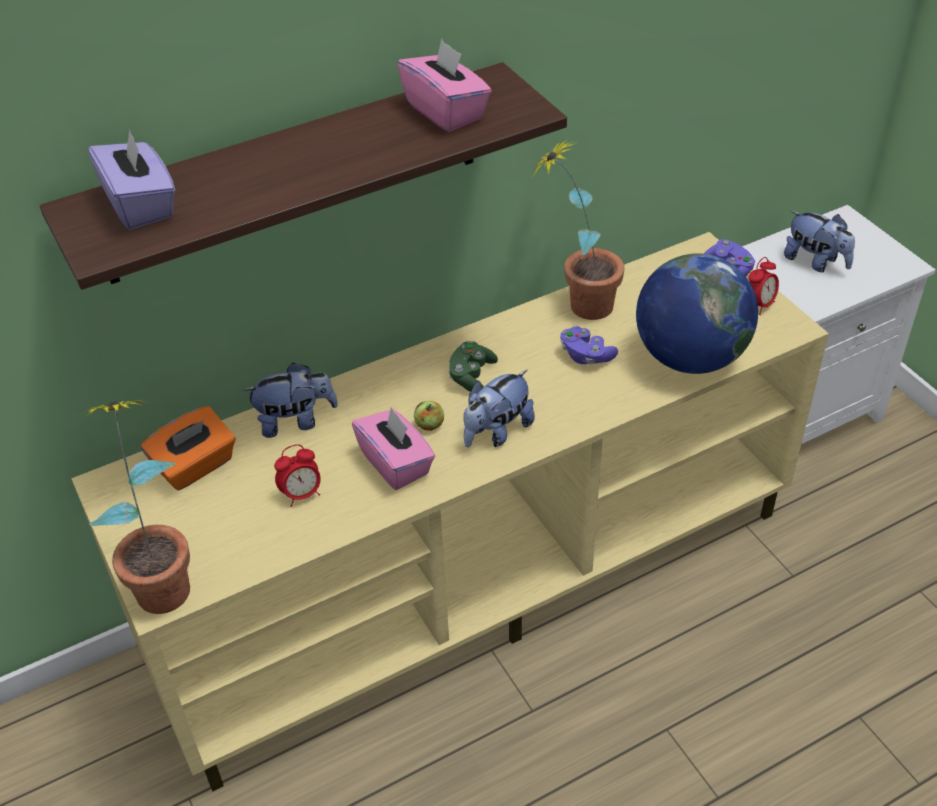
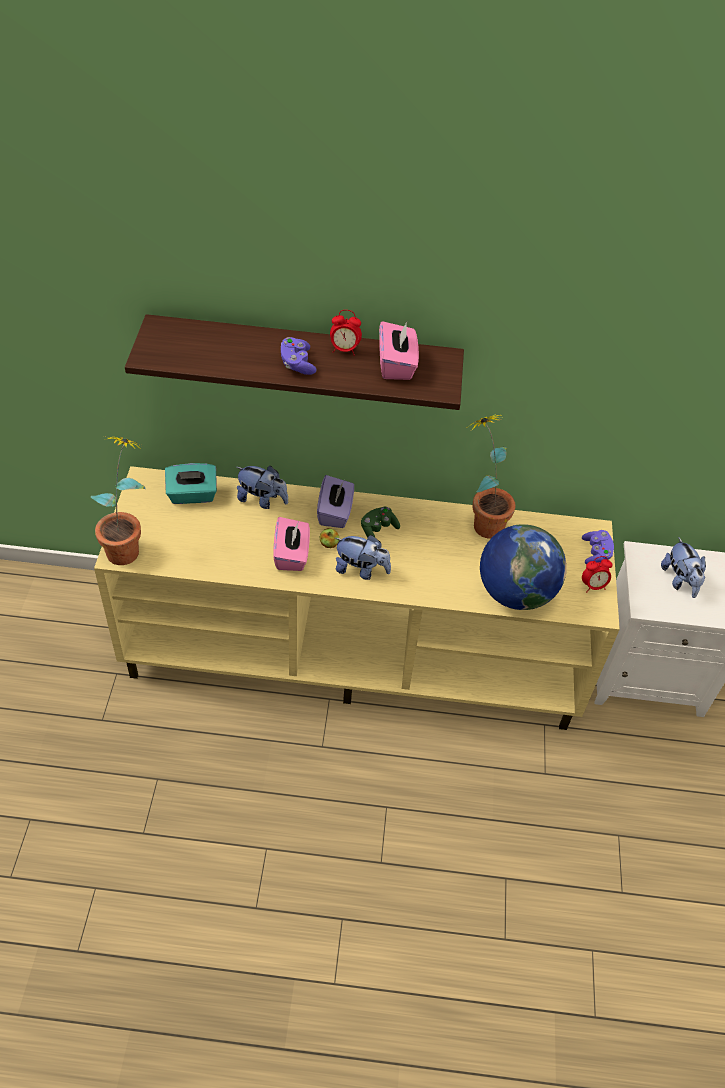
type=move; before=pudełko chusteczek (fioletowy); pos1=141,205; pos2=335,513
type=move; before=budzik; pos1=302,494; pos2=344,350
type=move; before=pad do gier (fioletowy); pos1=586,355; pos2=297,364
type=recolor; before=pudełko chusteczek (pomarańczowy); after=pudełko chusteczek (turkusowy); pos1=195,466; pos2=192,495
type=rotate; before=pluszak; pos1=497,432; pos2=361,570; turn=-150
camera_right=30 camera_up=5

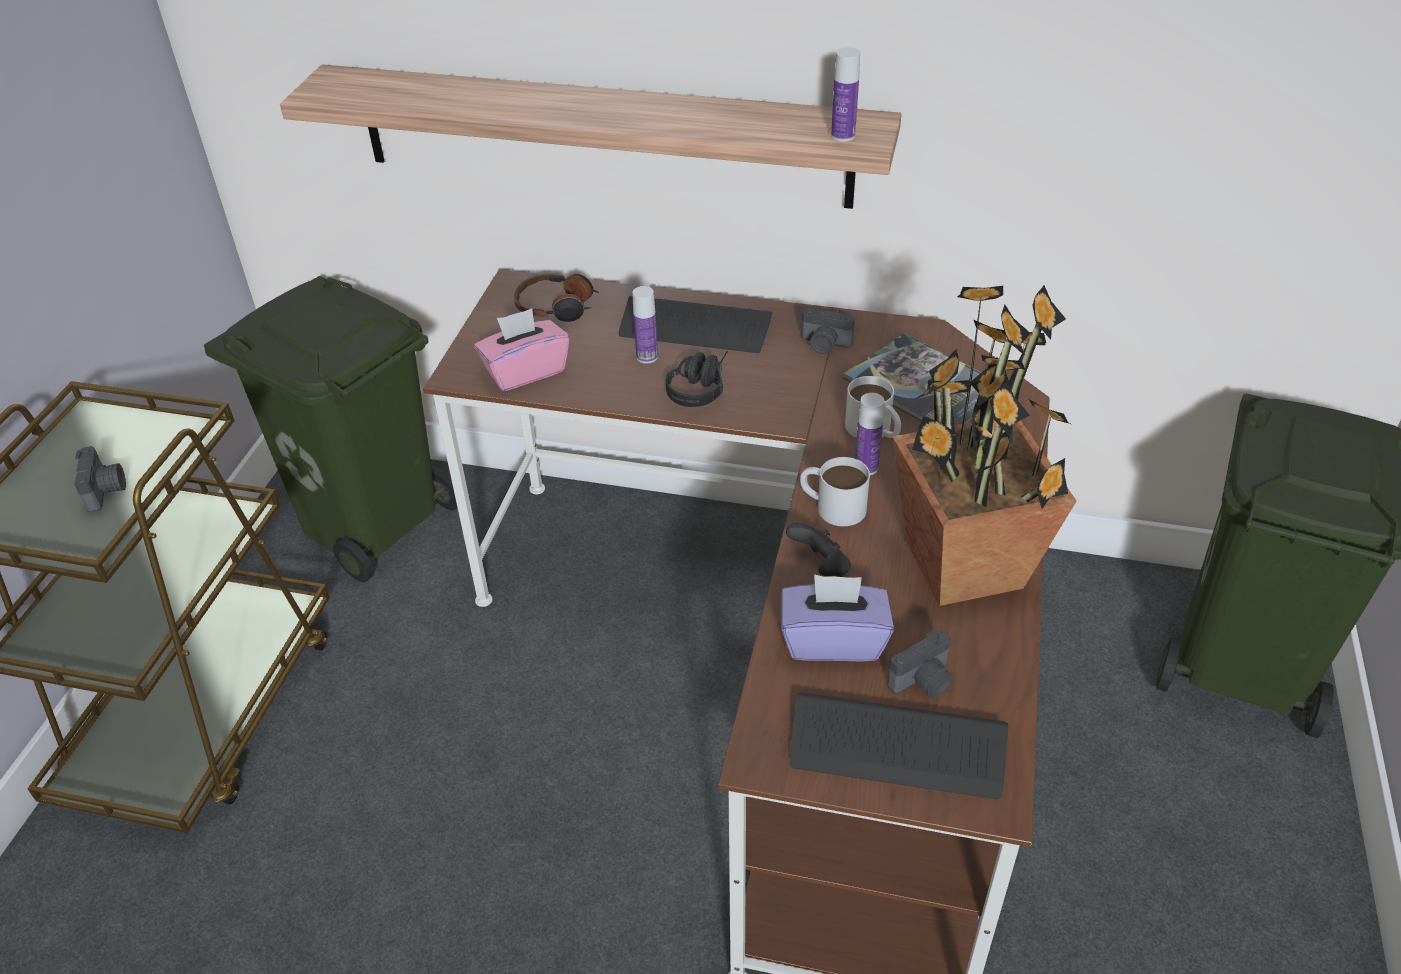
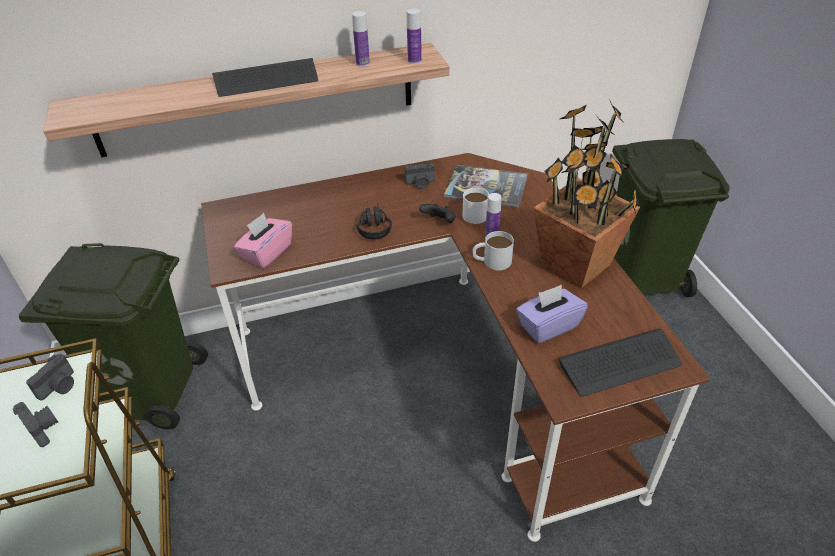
type=delete; before=słuchawki; pos1=557,307
type=move; before=klawiatura; pos1=694,327; pos2=266,80
type=move; before=butelka; pos1=647,357; pos2=363,63
type=move; before=pad do gier (czarny); pos1=820,567; pos2=439,222
type=move; before=aparat fotograficzny; pos1=923,682; pos2=60,387
camera_right=-30 camera_up=0

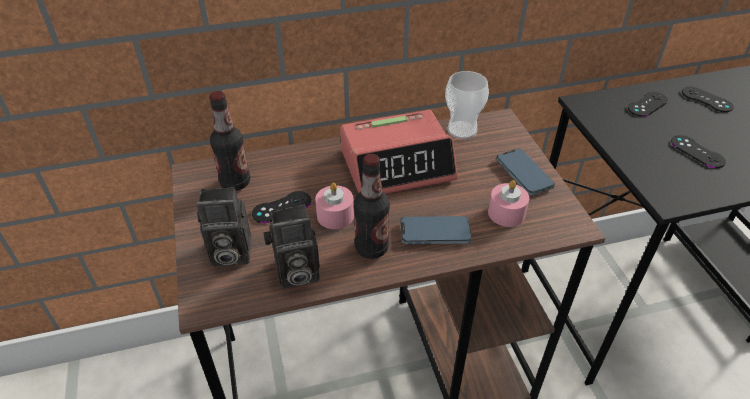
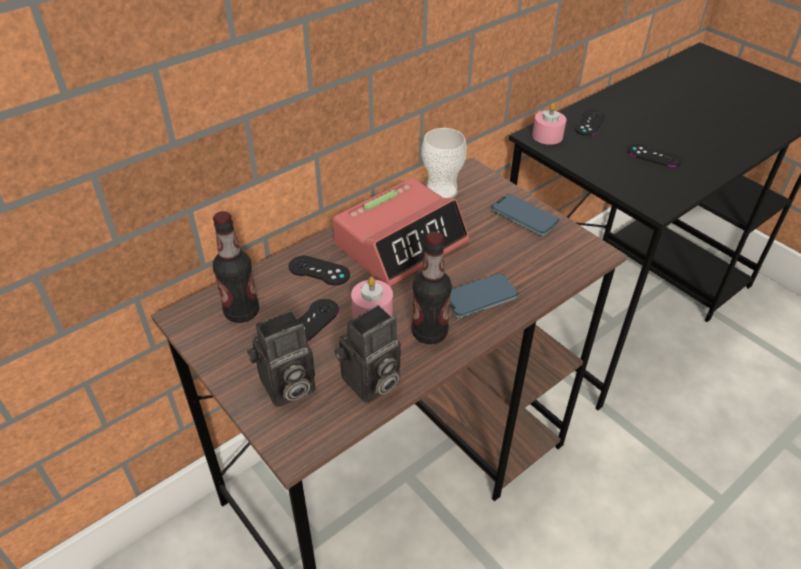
type=move; before=świeca (różowy); pos1=506,213; pos2=547,136
type=move; before=pad do gier (czarny); pos1=706,99; pos2=319,271
camera_right=-25 camera_up=0

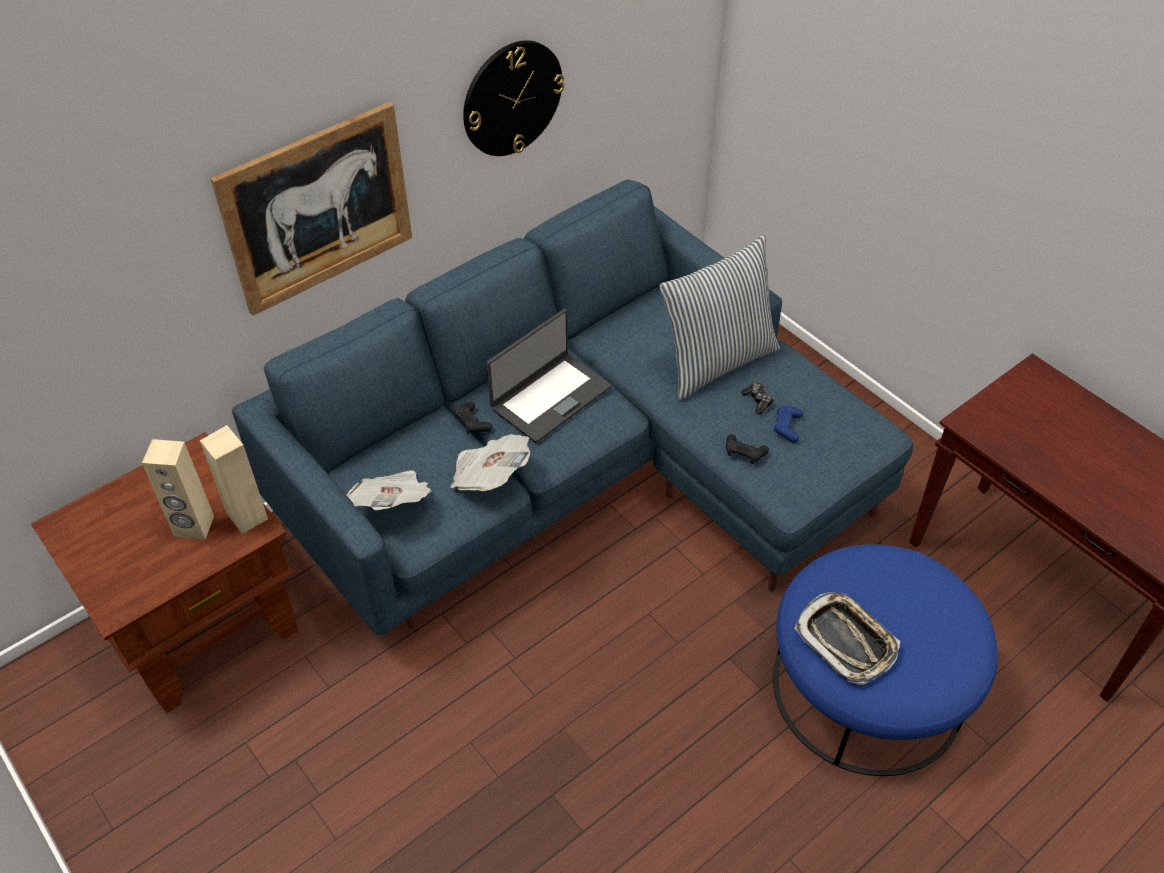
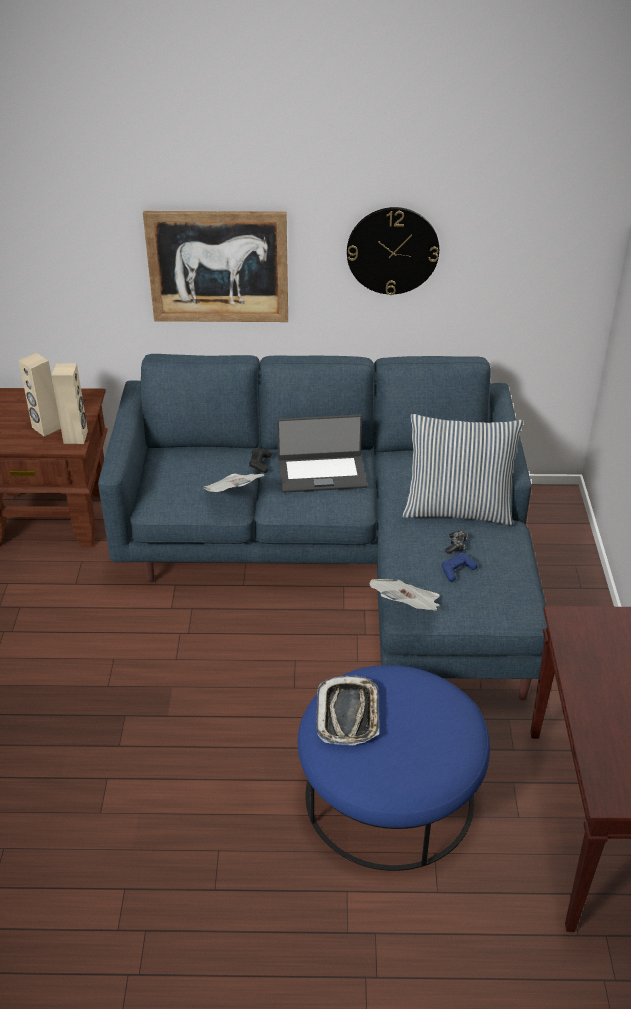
type=delete; before=pad do gier (czarny); pos1=744,453
type=move; before=gazeta; pos1=393,504; pos2=407,608
camera_right=40 camera_up=-10

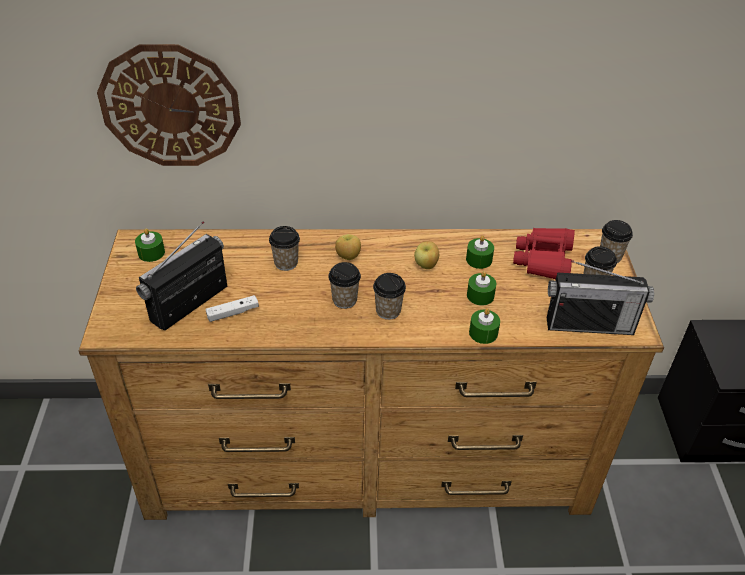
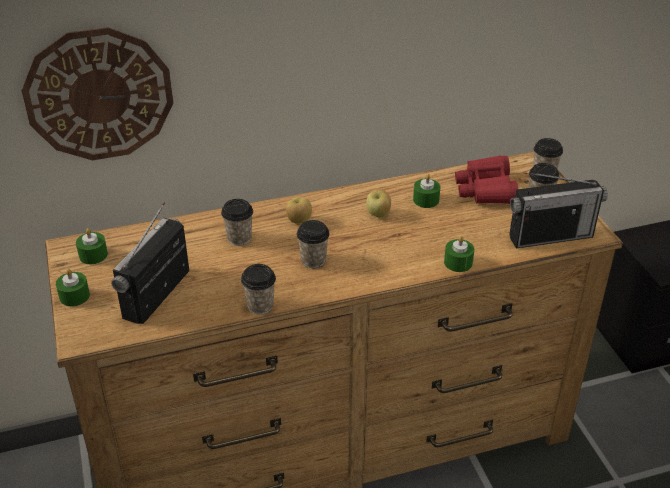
type=delete; before=pad do gier (biały); pos1=233,313
type=move; before=filiżanka; pos1=388,311; pos2=260,306
type=move; before=świeca (zielony); pos1=480,295; pos2=74,296
camera_right=-15 camera_up=-5

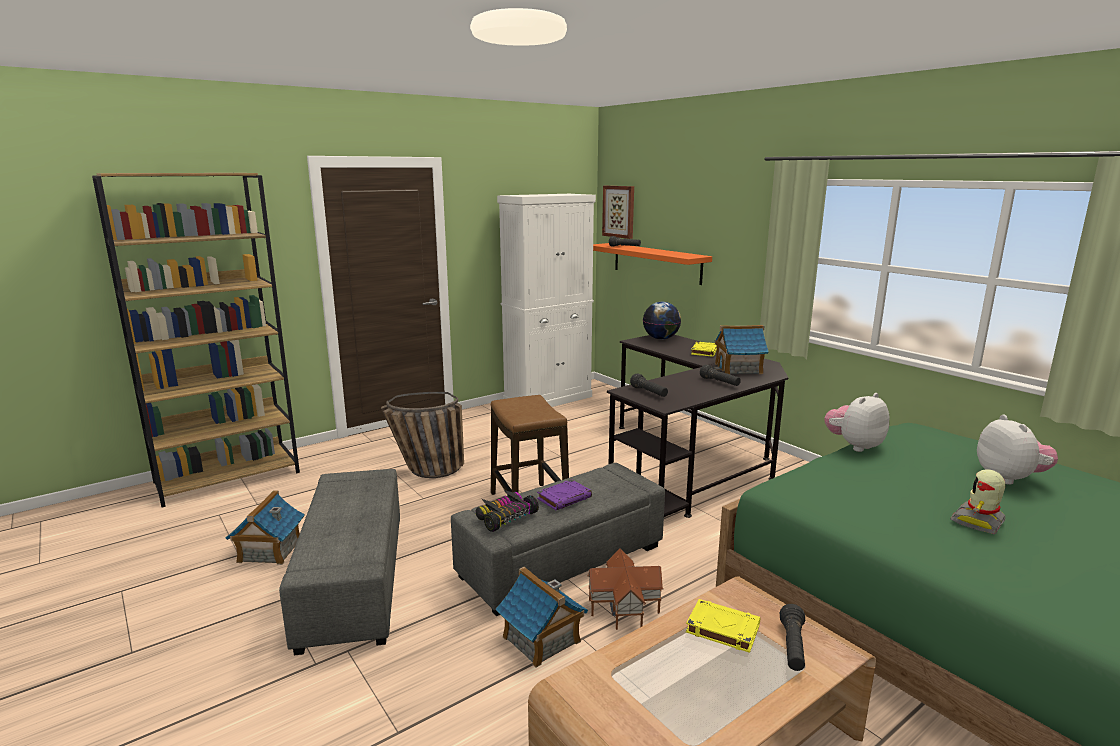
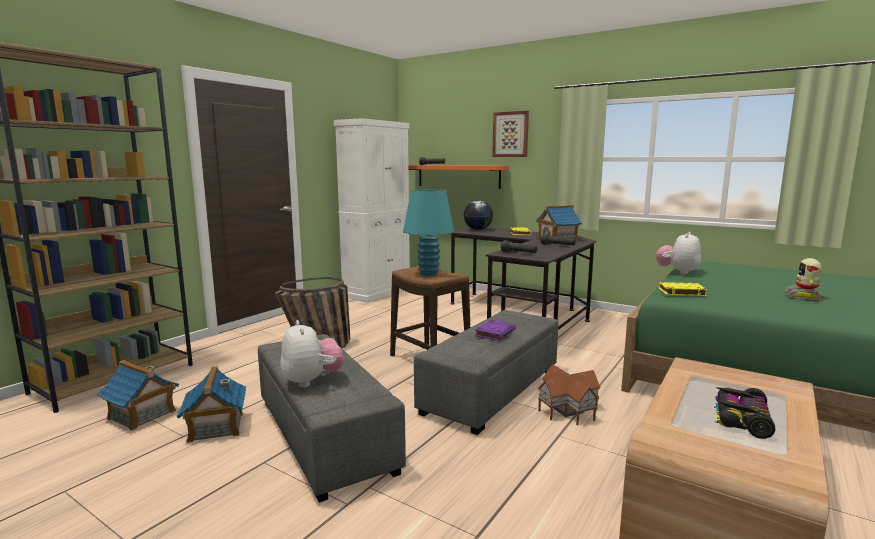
type=delete; before=latarka (czarny); pos1=792,647
type=insert; after=lampa stołowa (turkusowy); pos2=428,273
type=move; before=samochodzik; pos1=505,517; pos2=740,419
type=move; before=domek; pos1=541,639; pos2=142,415
type=move; before=obraz; pos1=619,211; pos2=510,134
type=move; before=książka (żółty); pos1=721,629; pos2=681,292
type=move; before=pluszak; pos1=1009,478; pos2=312,381
camera_right=-20 camera_up=-5

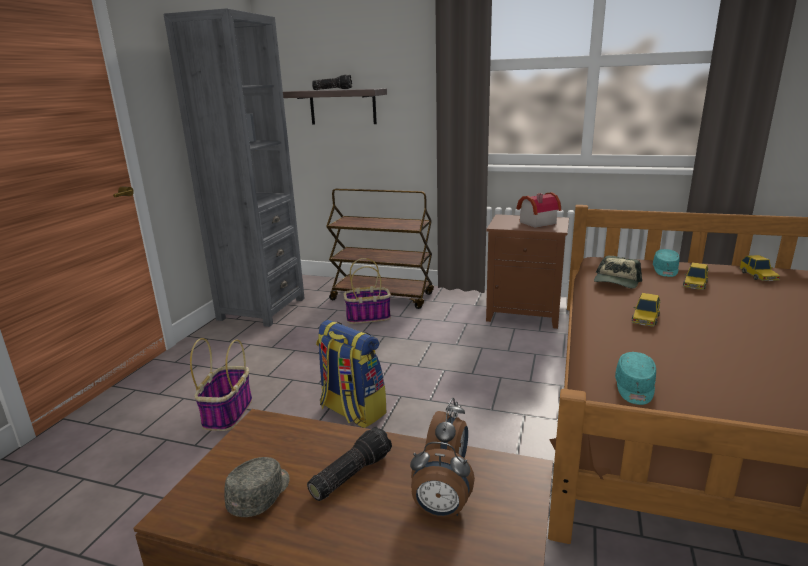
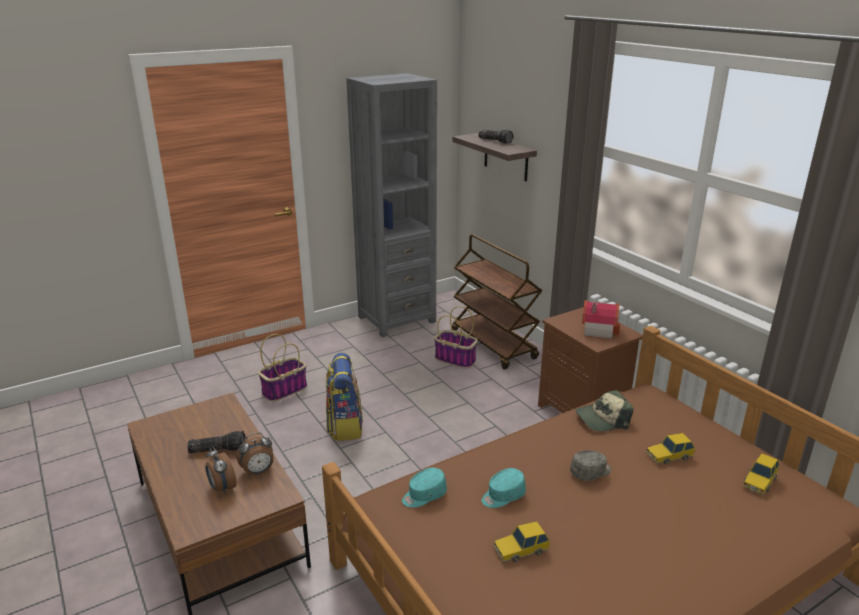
type=move; before=czapka z daszkiem (szary); pos1=261,494; pos2=591,472
type=move; before=samochodzik; pos1=645,318; pos2=521,549
type=move; before=czapka z daszkiem (turkusowy); pos1=665,270; pos2=502,496
camera_right=40 camera_up=5

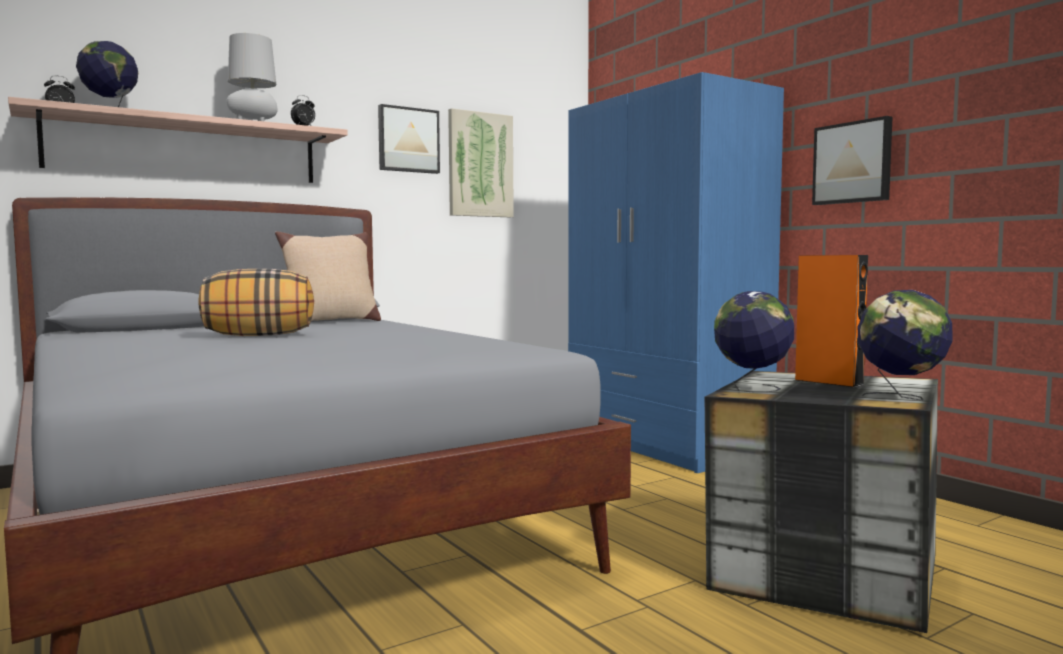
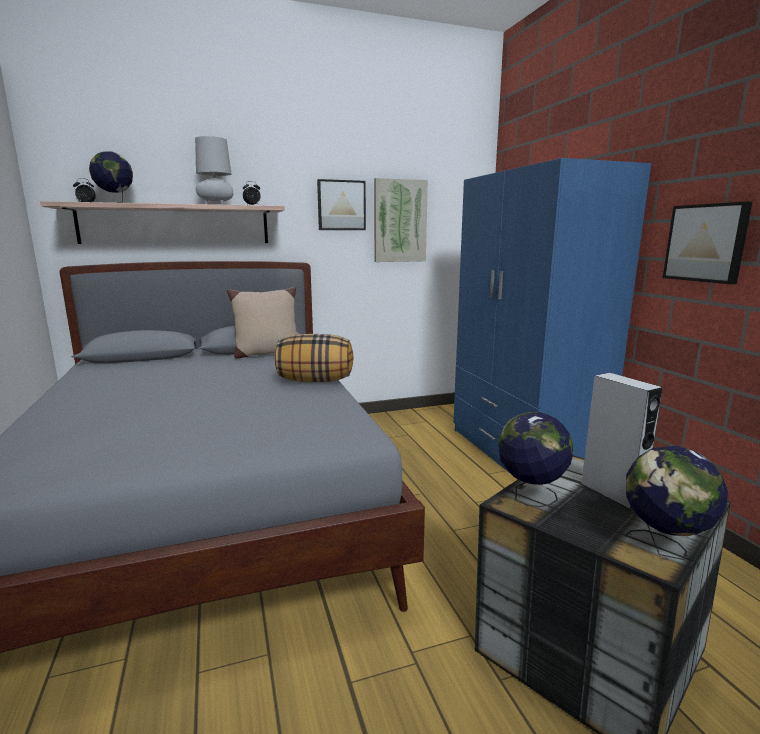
type=move; before=poduszka; pos1=259,335; pos2=315,380
type=recolor; before=głośnik (pomarańczowy); after=głośnik (szary); pos1=828,382; pos2=611,493
camera_right=15 camera_up=10

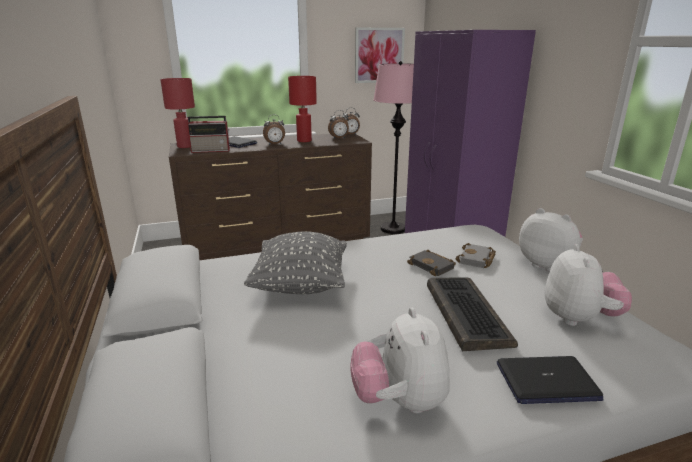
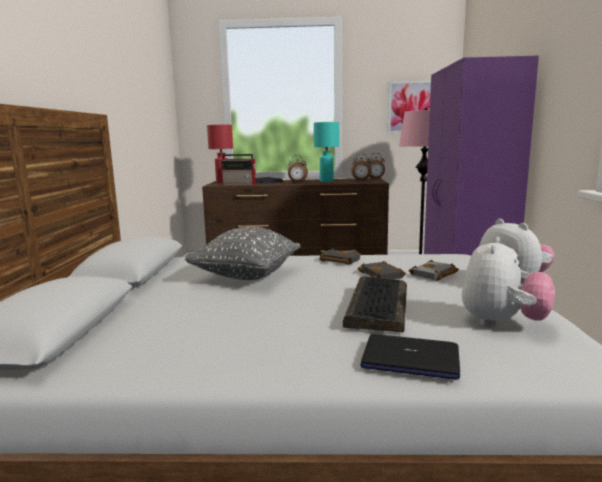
type=delete; before=pluszak; pos1=399,401
type=insert; after=książka (czarny); pos2=338,260
type=recolor; before=lampa stołowa (czerwony); after=lampa stołowa (turkusowy); pos1=304,140; pos2=326,181
camera_right=20 camera_up=-10

